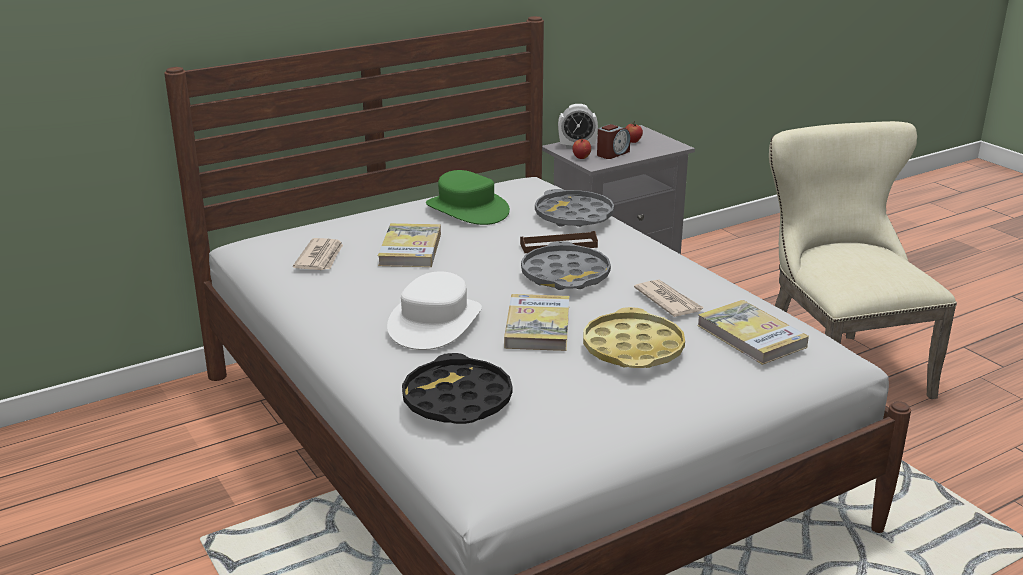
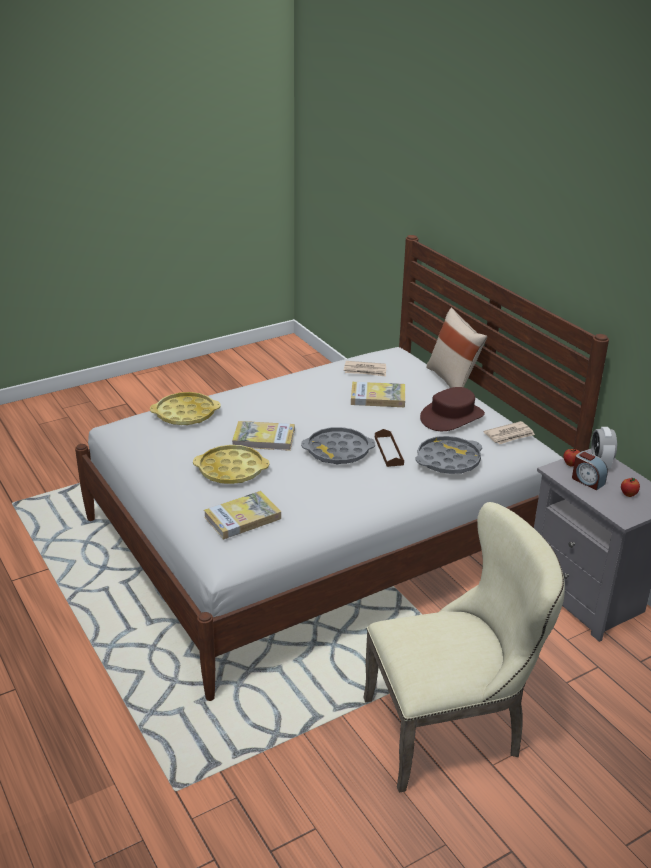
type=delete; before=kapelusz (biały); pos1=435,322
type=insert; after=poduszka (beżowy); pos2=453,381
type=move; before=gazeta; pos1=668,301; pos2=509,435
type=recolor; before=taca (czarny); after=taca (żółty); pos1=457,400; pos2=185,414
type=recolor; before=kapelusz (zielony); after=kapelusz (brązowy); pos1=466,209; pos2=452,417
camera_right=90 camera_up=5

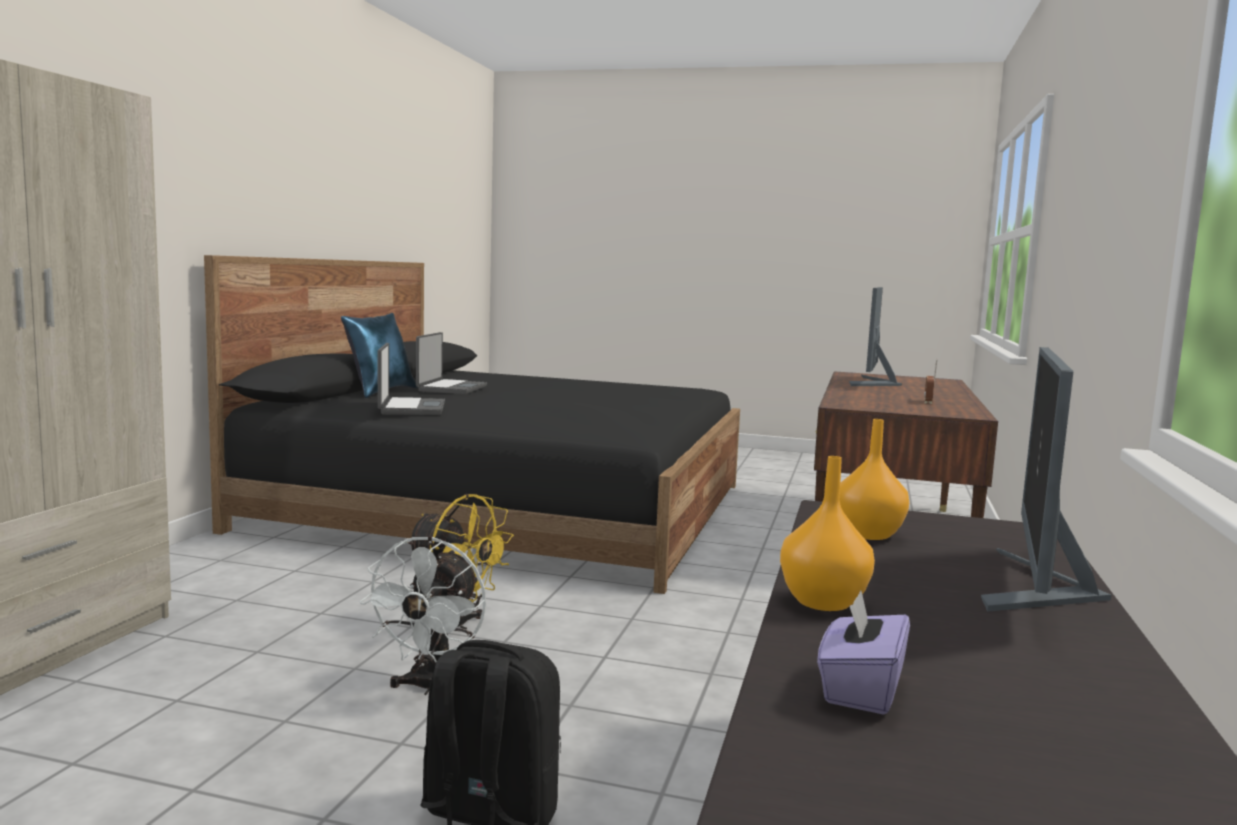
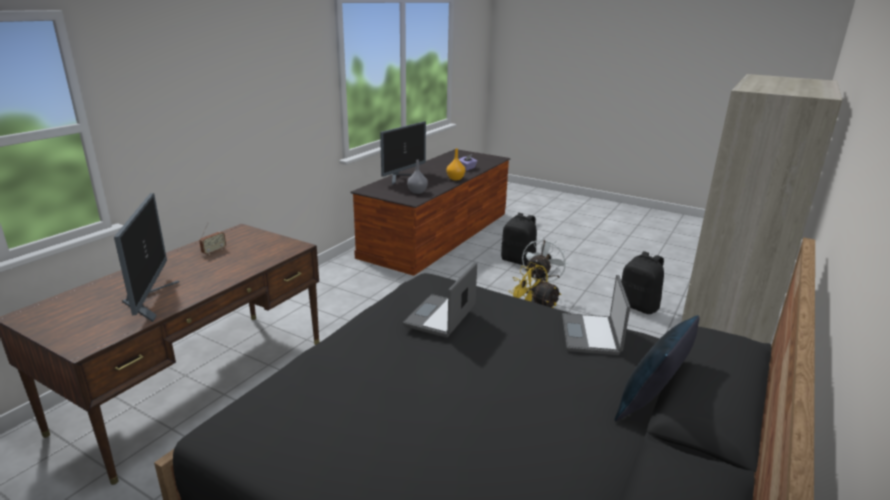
type=insert; after=plecak (czarny); pos2=639,306
type=move; before=laptop; pos1=451,388; pos2=441,317
type=recolor; before=wazon (pomarańczowy); after=wazon (szary); pos1=869,535; pos2=417,192
type=rotate; before=monitor; pos1=874,383; pos2=149,300; turn=-45
camera_right=-165 camera_up=15

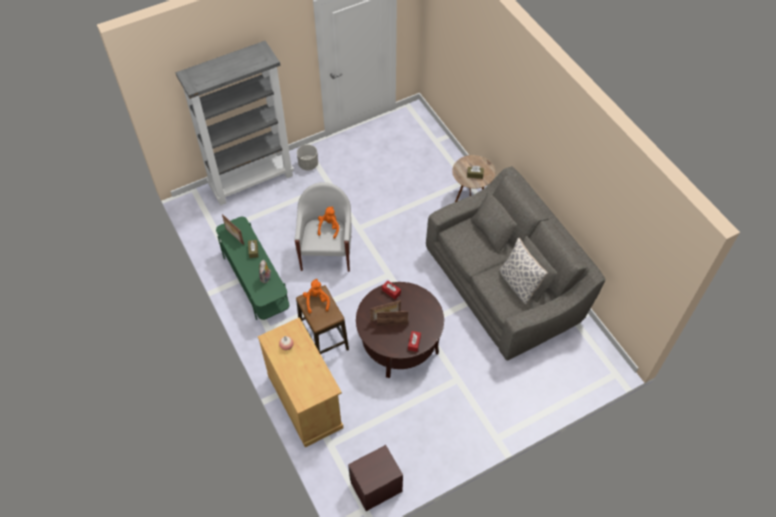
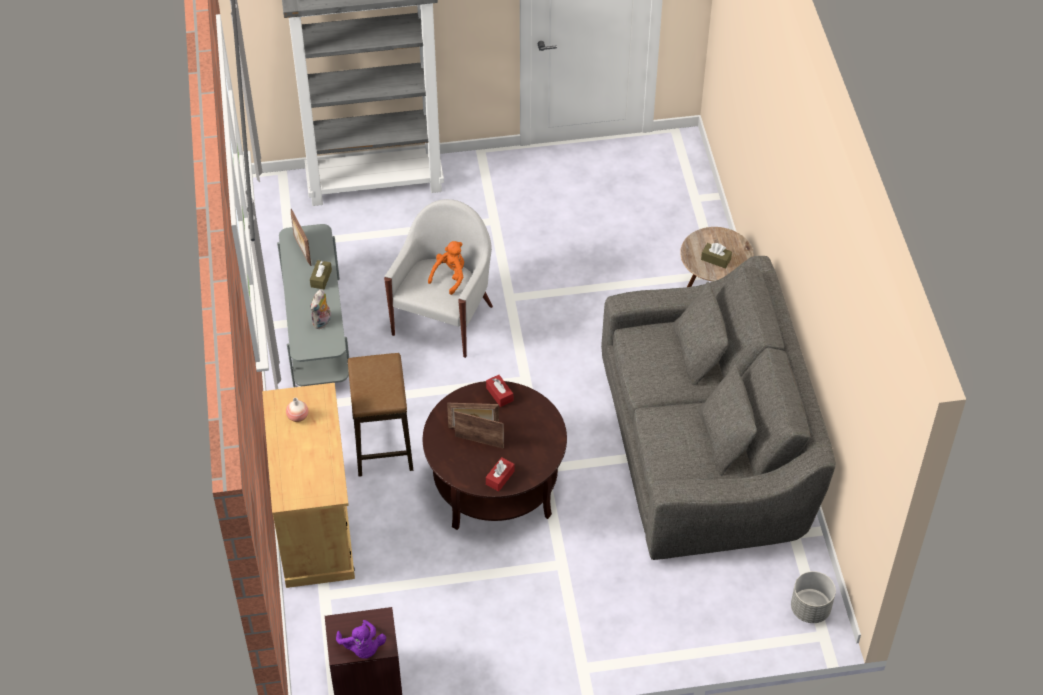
type=delete; before=pluszak (pomarańczowy); pos1=316,301
type=delete; before=poduszka; pos1=518,283
type=insert; after=pluszak (fioletowy); pos2=362,648
type=move; before=donica (szary); pos1=308,164; pos2=810,609
type=recolor; before=szafka pod telewizor (zielony); after=szafka pod telewizor (szary); pos1=255,281; pos2=316,331
camera_right=20 camera_up=-5

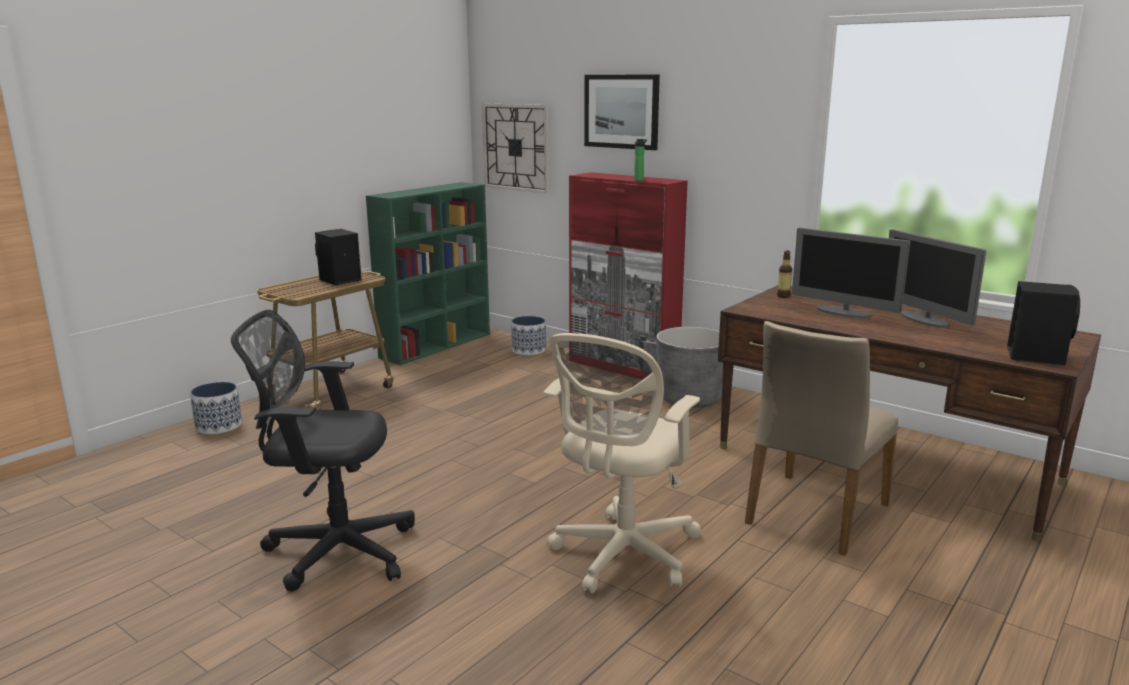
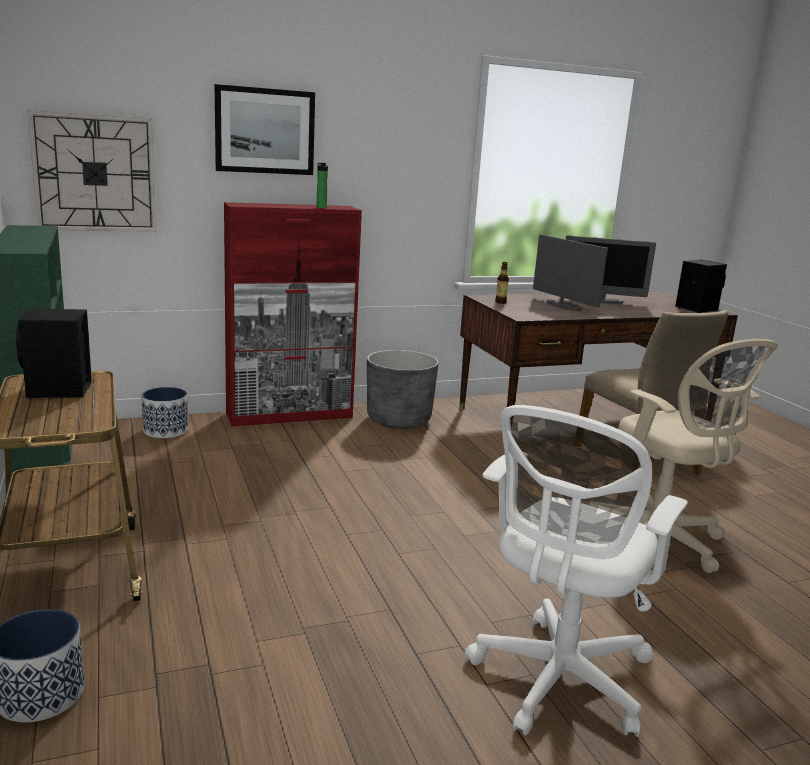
type=recolor; before=krzesło biurowe (czarny); after=krzesło biurowe (biały); pos1=334,550; pos2=557,682
type=rotate; before=monitor; pos1=843,312; pos2=563,305; turn=-105
camera_right=-60 camera_up=0

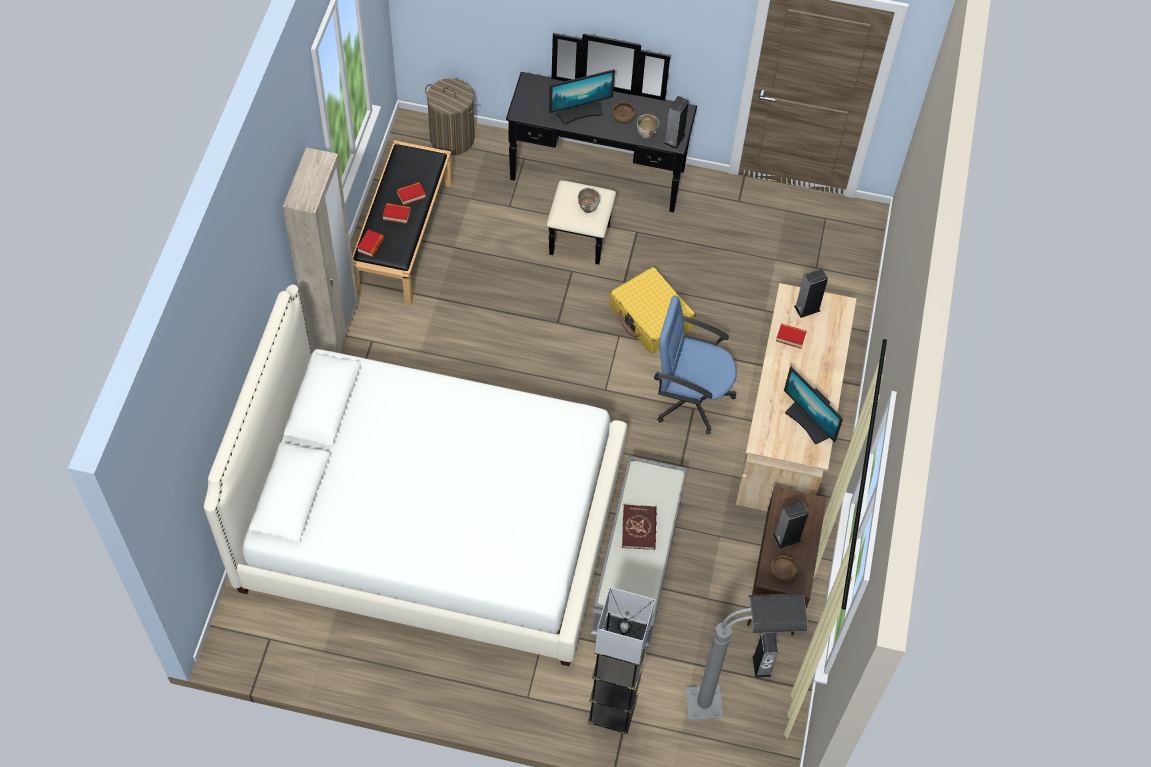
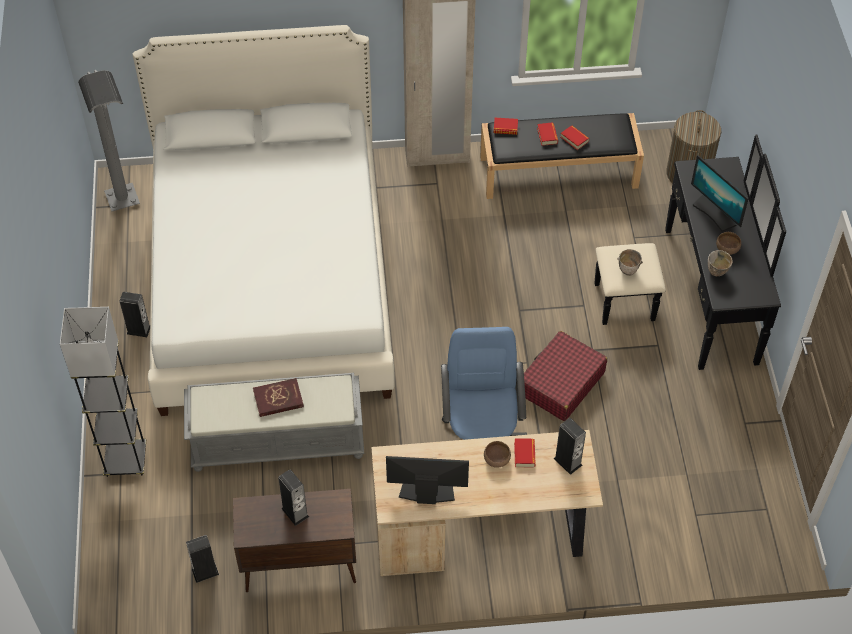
type=move; before=głośnik; pos1=674,139; pos2=138,330
type=move; before=lampa stojąca (szary); pos1=728,702; pos2=128,214
type=move; before=miska (brązowy); pos1=782,572; pos2=497,459
type=recolor; before=walizka (żółty); after=walizka (czerwony); pos1=651,317; pos2=560,383
type=rotate; before=monitor; pos1=808,422; pos2=427,493; turn=60
camera_right=75 camera_up=-5

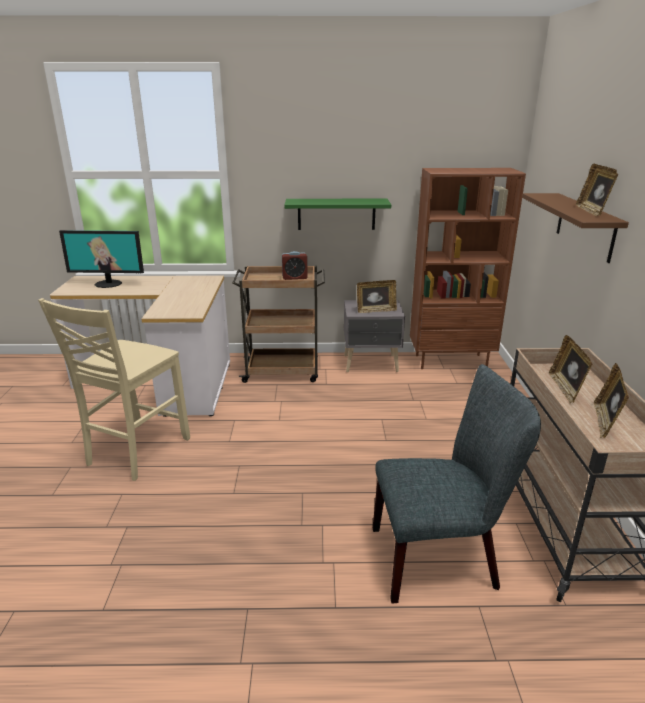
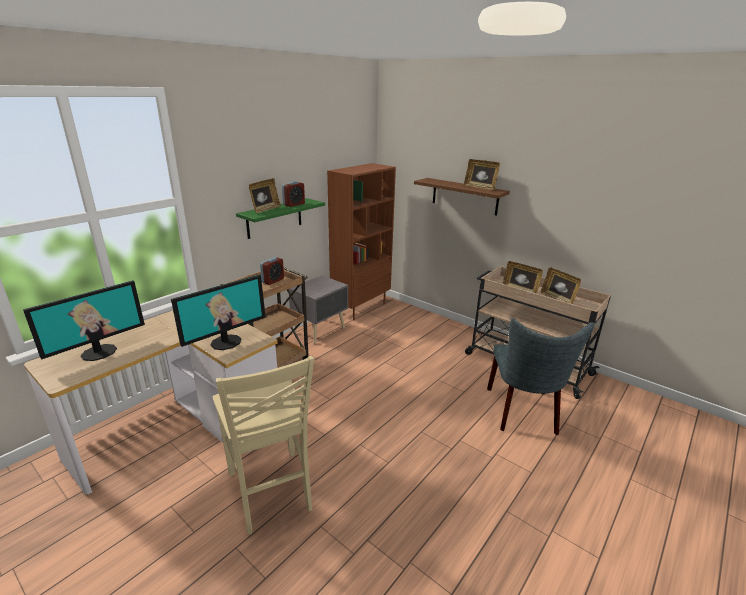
type=insert; after=monitor; pos2=226,342
type=insert; after=budzik; pos2=294,204
type=move; before=ramka na zdjęcie; pos1=376,310; pos2=265,209
type=rotate; before=krzesło (szary); pos1=441,557; pos2=523,413; turn=150
camera_right=-50 camera_up=0

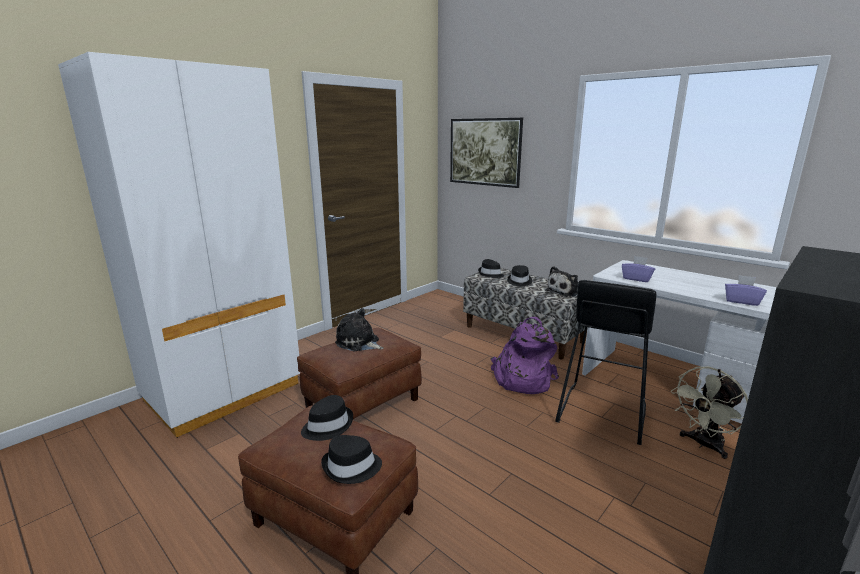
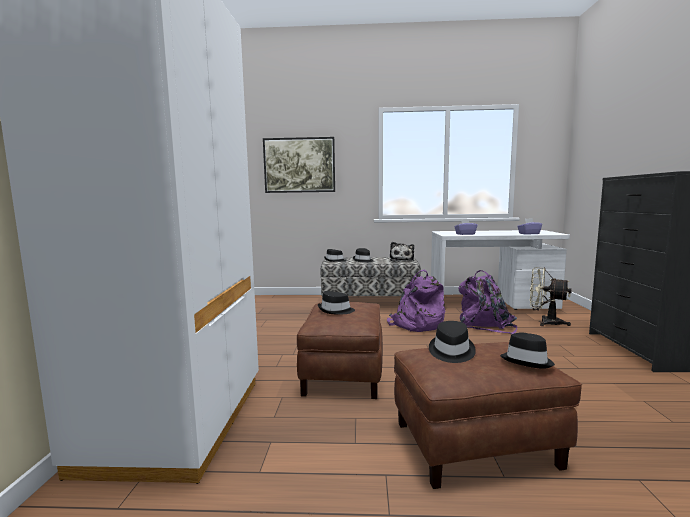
type=replace; before=pluszak; after=kapelusz (czarny); pos1=359,343; pos2=336,310
type=replace; before=stołek (czarny); after=plecak (fioletowy); pos1=601,413; pos2=485,325
type=rotate; before=wentylator (beżowy); pos1=703,444; pos2=545,322; turn=105
camera_right=-40 camera_up=-10

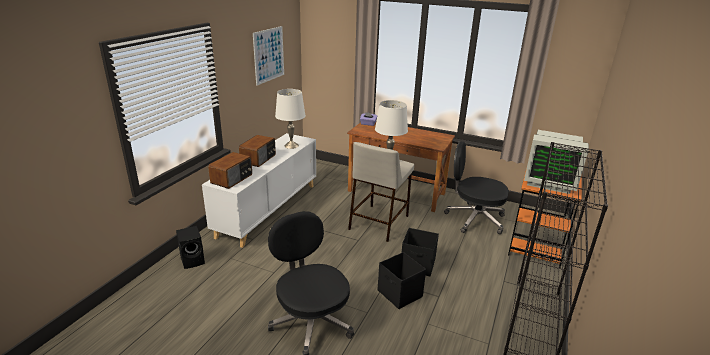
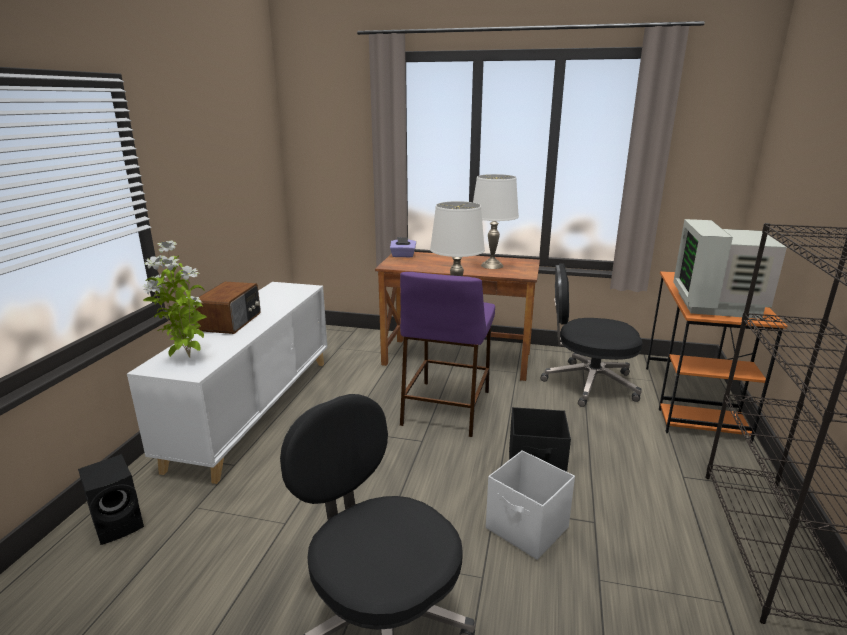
type=delete; before=obraz; pos1=269,55
type=move; before=lampa stołowa (biały); pos1=291,145; pos2=491,265
type=replace; before=radio; after=roślina doniczkowa; pos1=232,179; pos2=187,358
type=recolor; before=stołek (beżowy); after=stołek (fioletowy); pos1=379,222; pos2=446,406
type=recolor; before=pojemnik do przechowywania (czarny); after=pojemnik do przechowywania (biały); pos1=400,294; pos2=527,529
type=rotate; before=monitor; pos1=549,181; pos2=718,305; turn=90
camera_right=-10 camera_up=-5

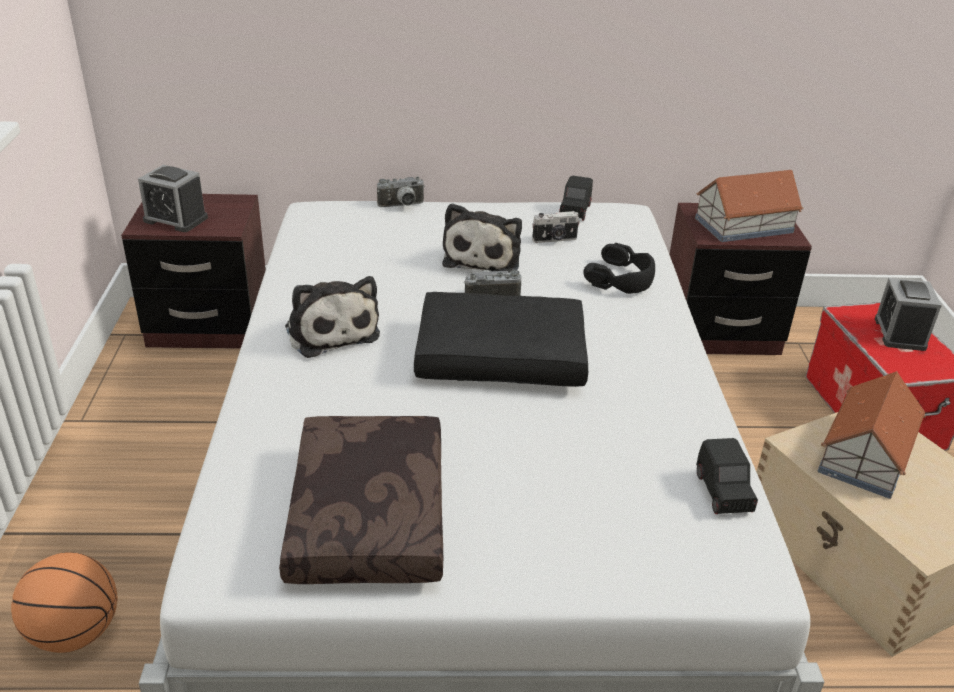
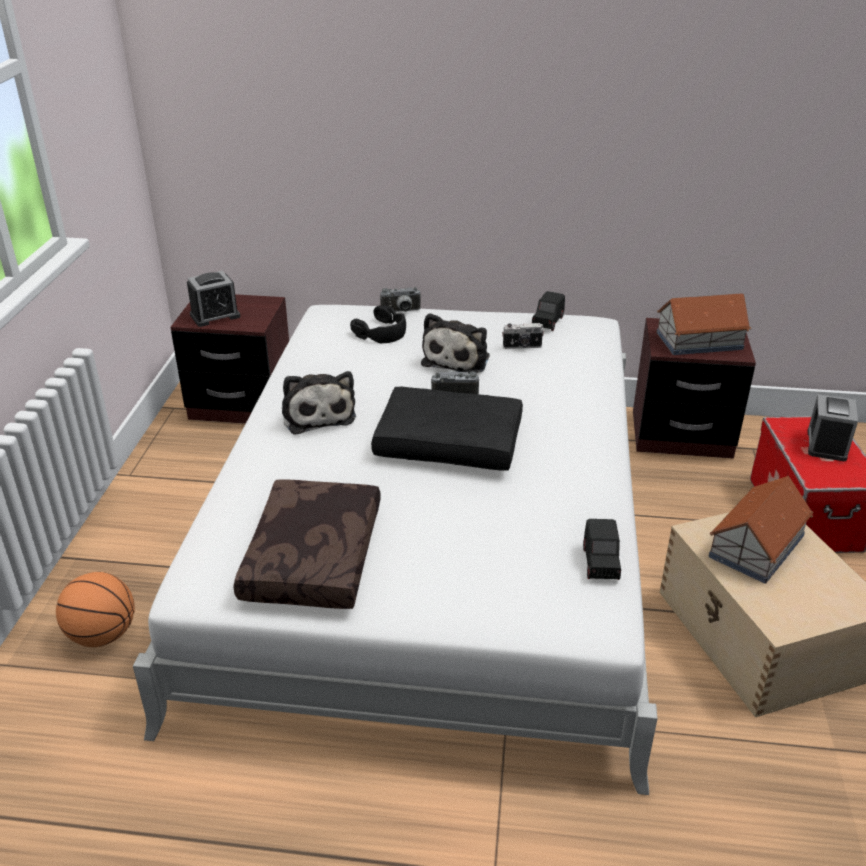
type=move; before=słuchawki (czarny); pos1=621,278; pos2=381,332
type=rotate; before=budzik; pos1=175,219; pos2=215,316; turn=-60
camera_right=10 camera_up=0

